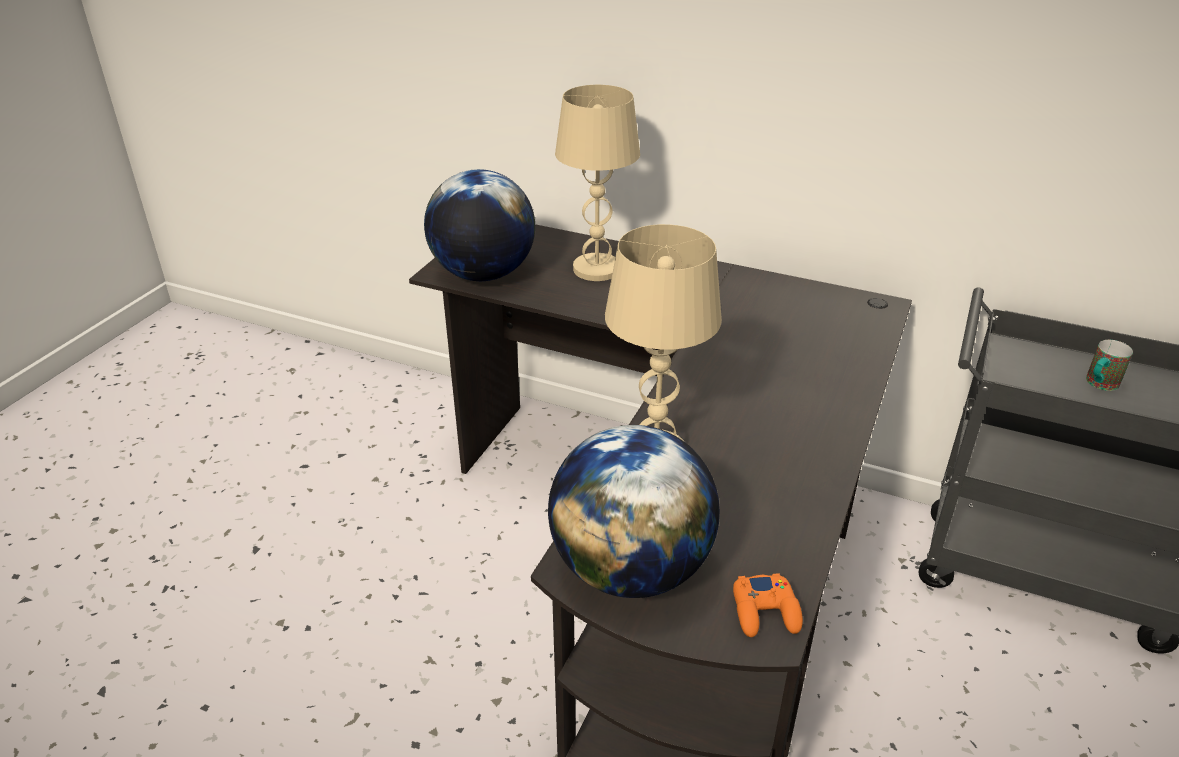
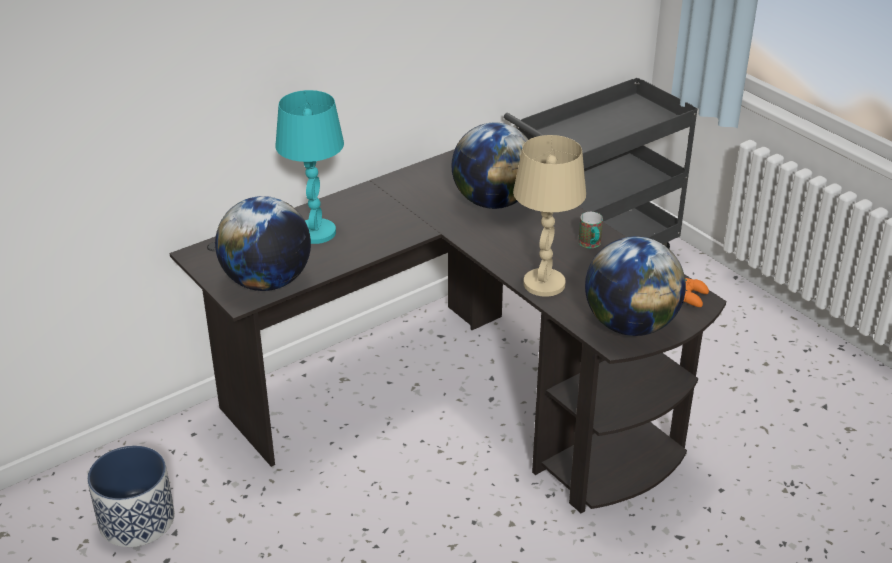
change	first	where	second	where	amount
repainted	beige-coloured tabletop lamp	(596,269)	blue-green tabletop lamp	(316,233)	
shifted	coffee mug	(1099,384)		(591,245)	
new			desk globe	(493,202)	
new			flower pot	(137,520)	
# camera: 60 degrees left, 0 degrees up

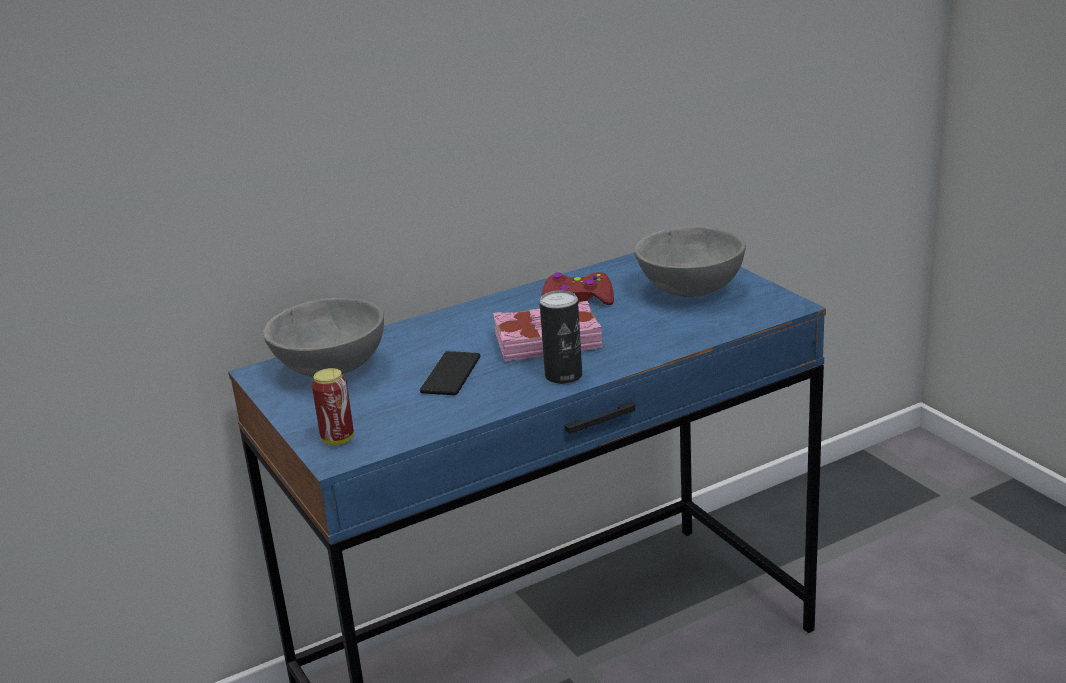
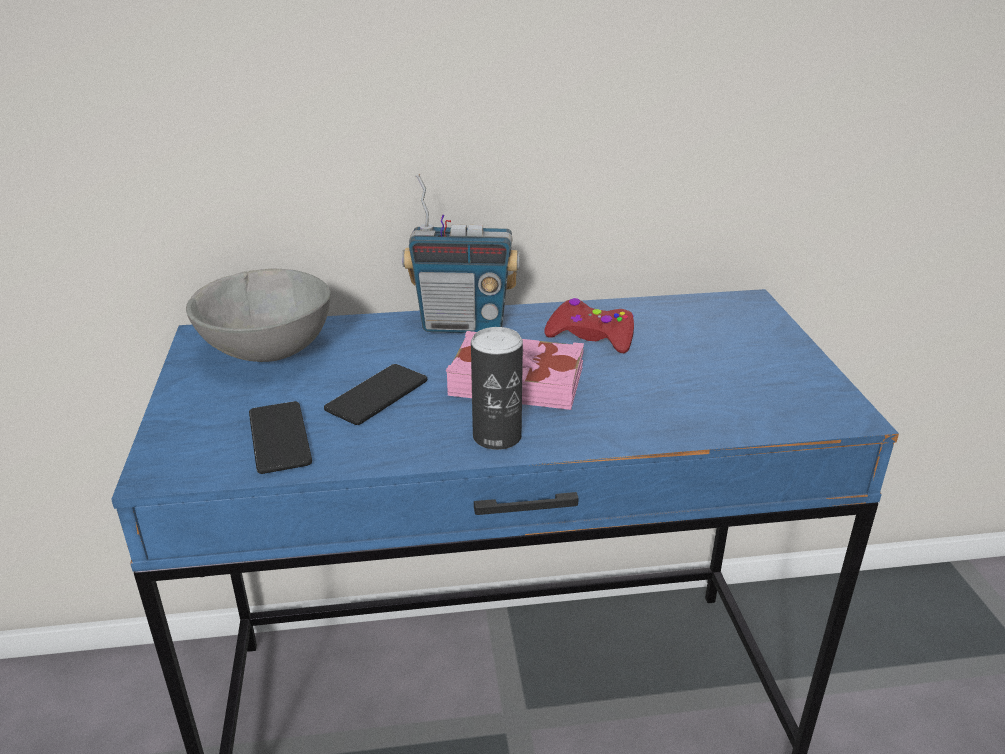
change	first	where	second	where	amount
gone	grey bowl	(689,292)			
gone	can	(338,439)			
new			radio set	(463,325)	
new			handset	(279,438)	
# camera: 20 degrees right, 5 degrees up

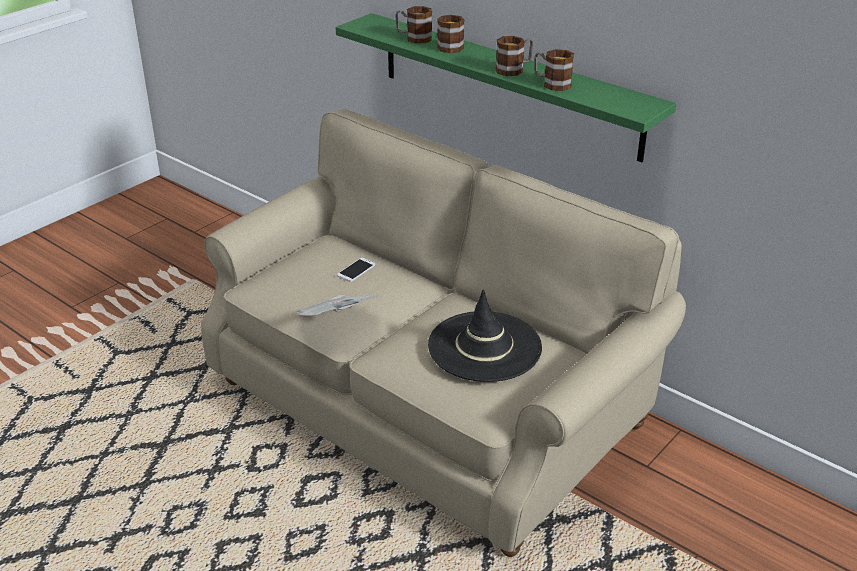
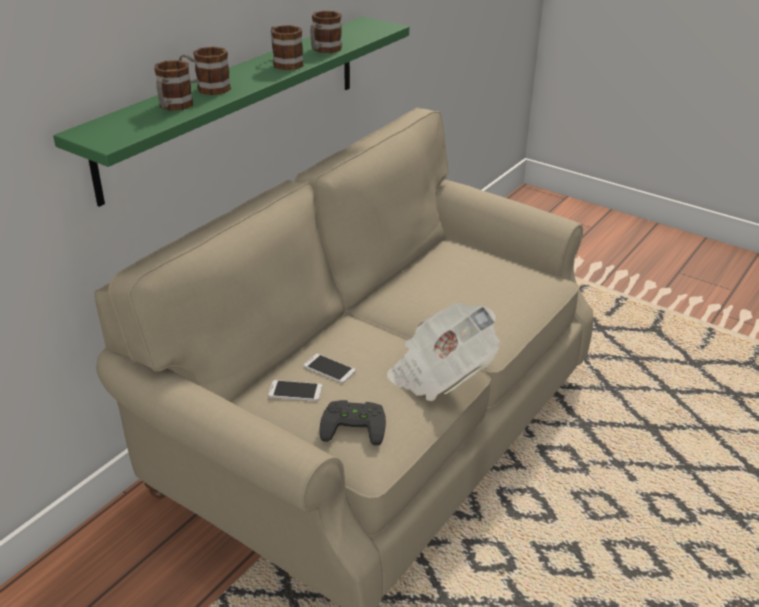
change	first	where	second	where	amount
gone	black-coloured wearable hat	(484,347)			
new			handset	(295,391)	
new			black-coloured game controller	(354,424)	
# camera: 95 degrees left, 0 degrees up

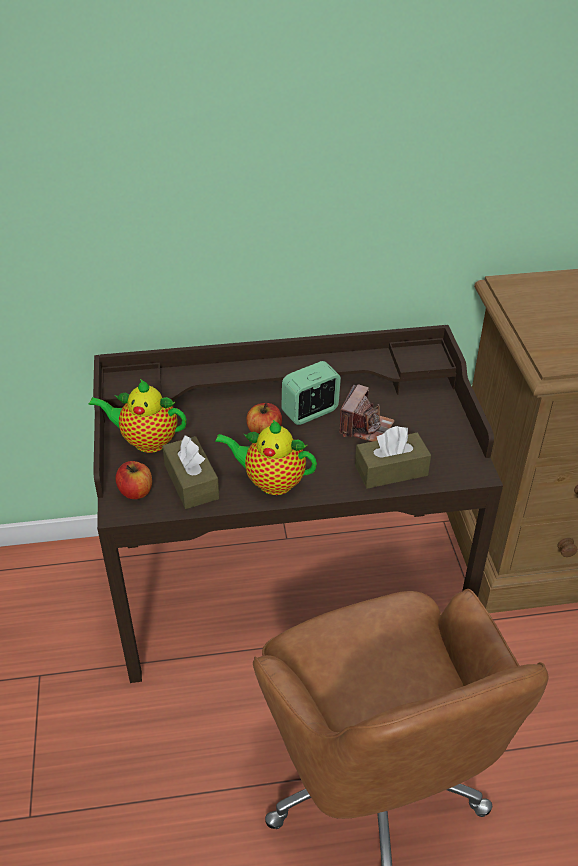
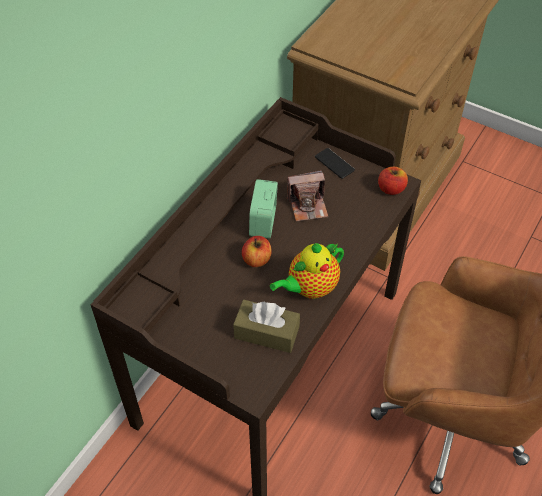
change	first	where	second	where	amount
gone	teapot	(146,441)			
rotated	still camera	(366,427)		(308,205)	105 degrees clockwise
gone	brown tissue holder	(391,470)			
shifted	apple	(136,491)		(391,189)	
new			handset	(334,163)	
# camera: 50 degrees left, 10 degrees up

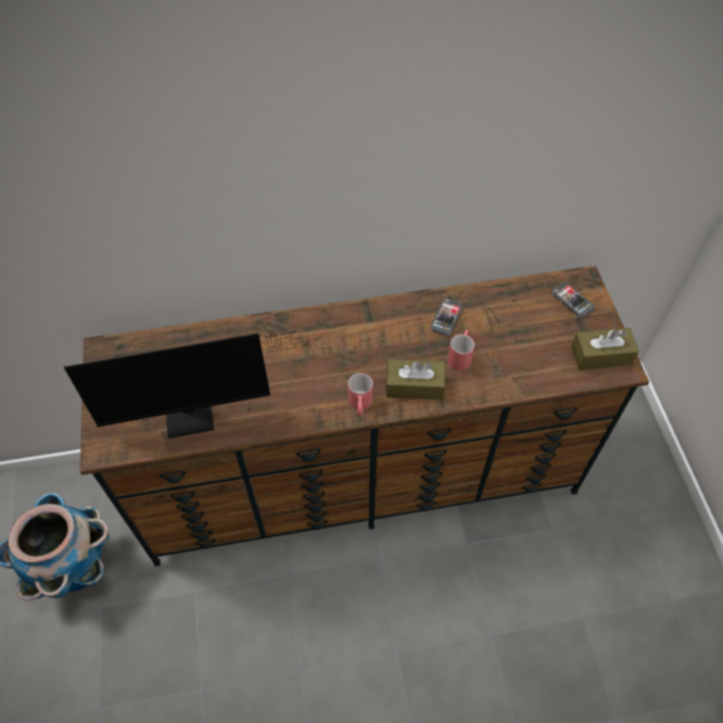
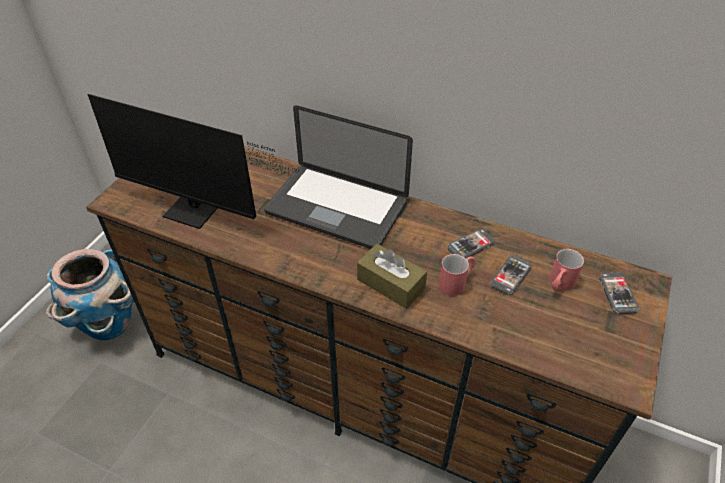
change	first	where	second	where	amount
gone	brown tissue holder	(601,355)			
shifted	red coffee mug	(360,405)		(559,285)	
new			portable computer	(336,208)	
new			handset	(510,276)	
# camera: 35 degrees right, 10 degrees down

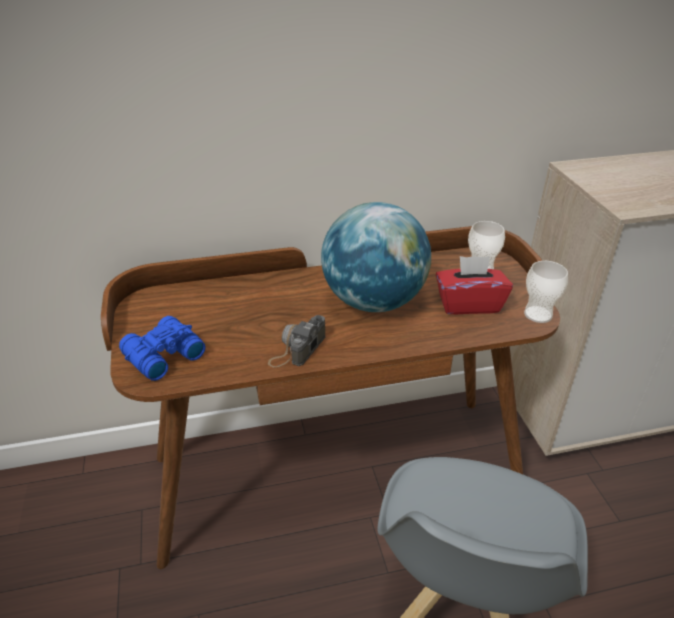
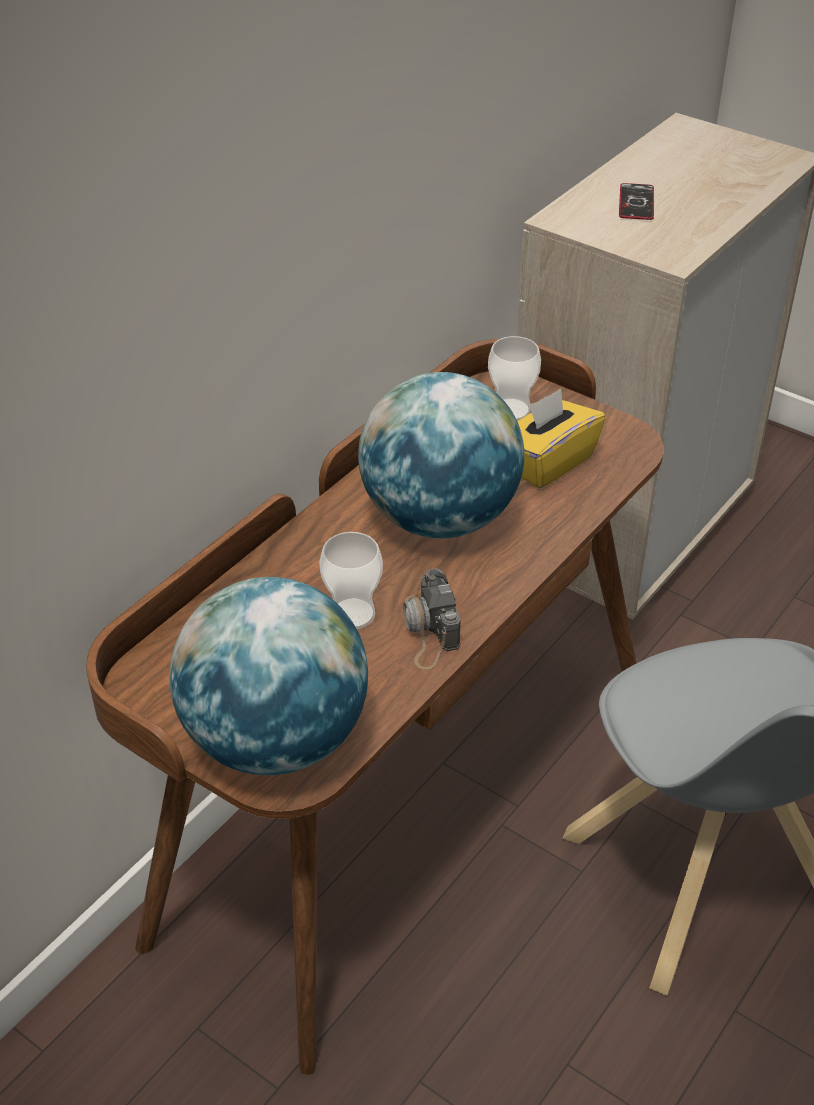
change	first	where	second	where	amount
repainted	red tissue holder	(468,304)	yellowish tissue holder	(547,462)	
shifted	small cup	(538,314)		(352,614)	
swapped	blue-coloured binoculars	(162,355)	desk globe	(275,739)	
new			handset	(636,203)	
# camera: 40 degrees left, 5 degrees up

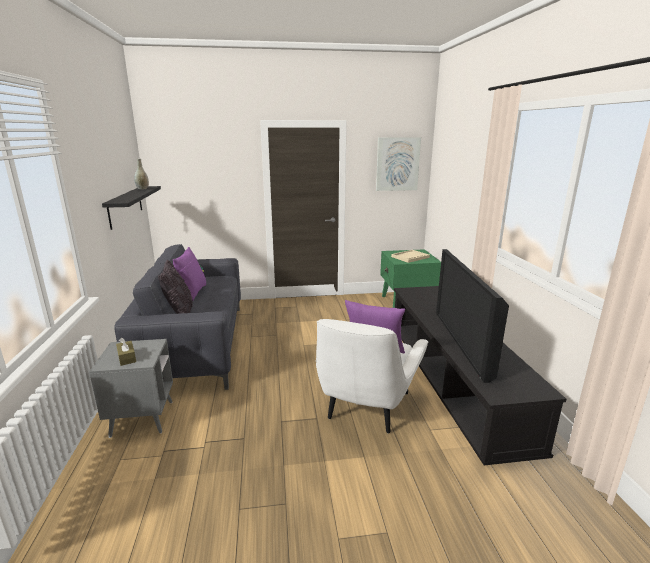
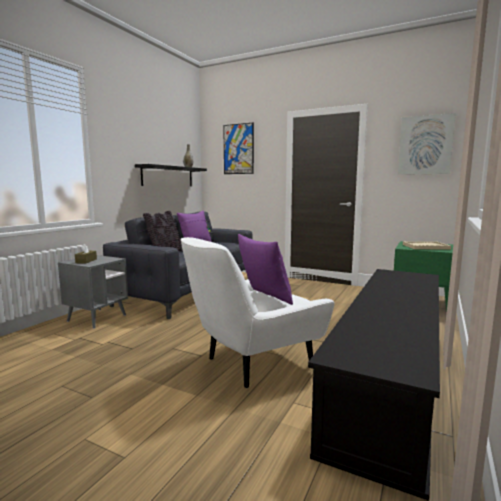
change	first	where	second	where	amount
gone	TV set	(464,342)			
new			wall picture	(238,149)	
# camera: 35 degrees right, 10 degrees down

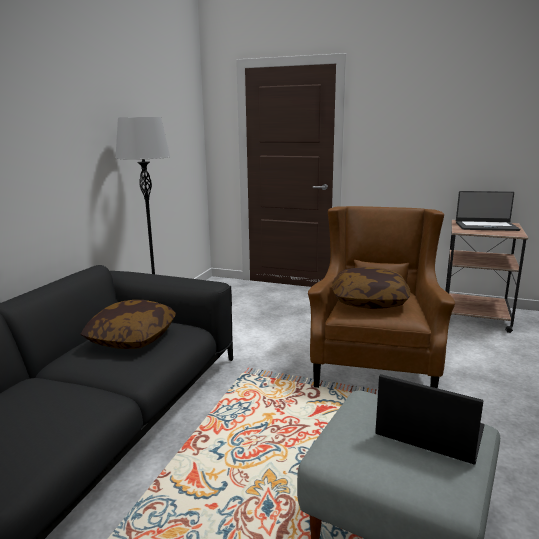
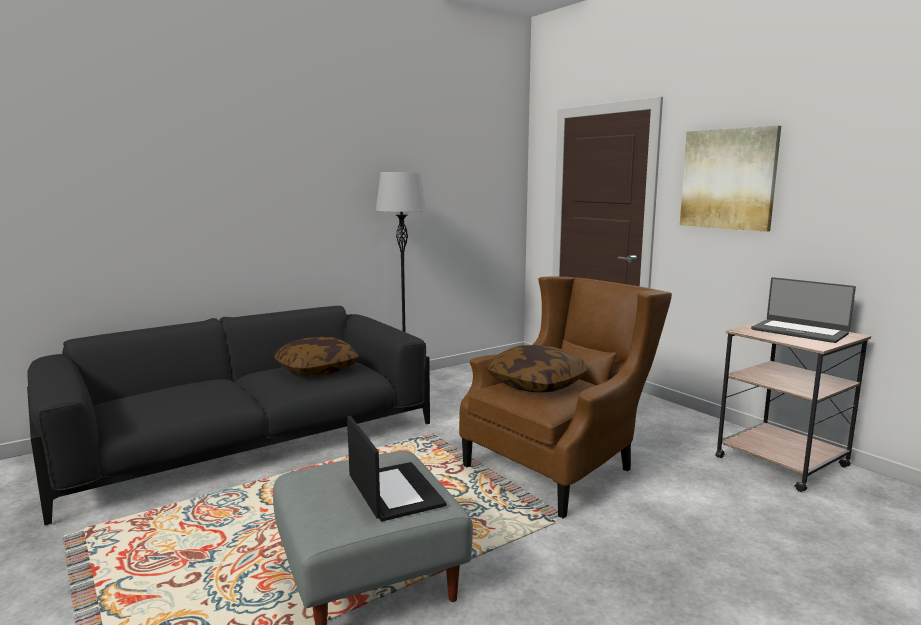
change	first	where	second	where	amount
new			wall picture	(728,179)	
# camera: 35 degrees right, 5 degrees down

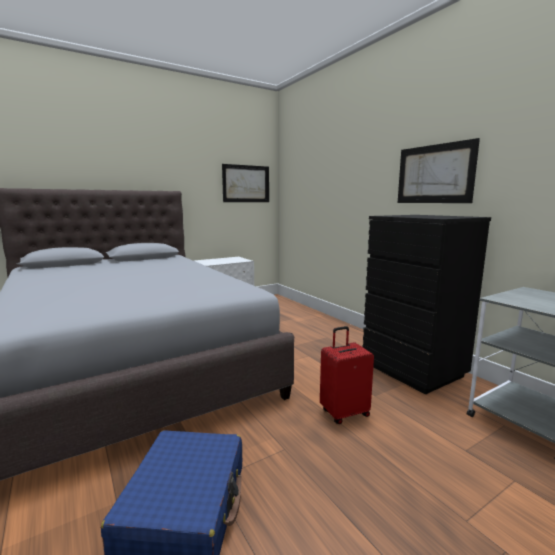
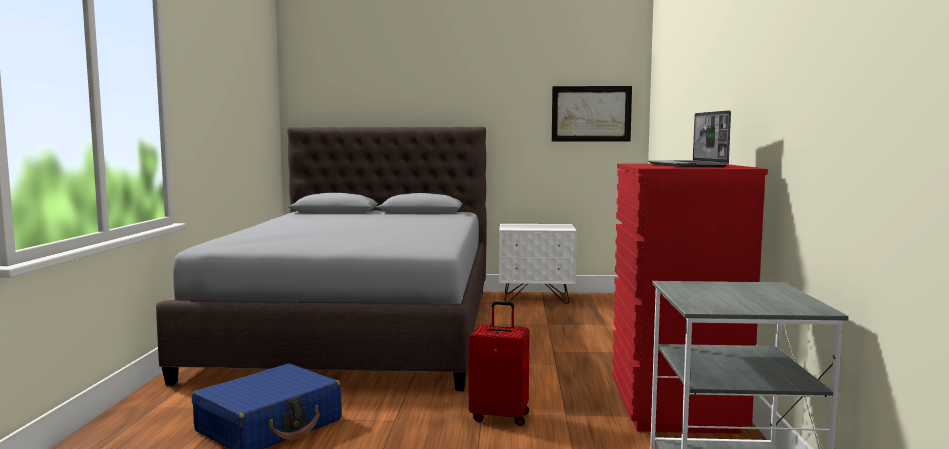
change	first	where	second	where	amount
gone	wall picture	(434,174)			
repainted	black-coloured chest of drawers	(414,370)	red chest of drawers	(677,409)	
new			portable computer	(688,165)	
# camera: 35 degrees right, 5 degrees down

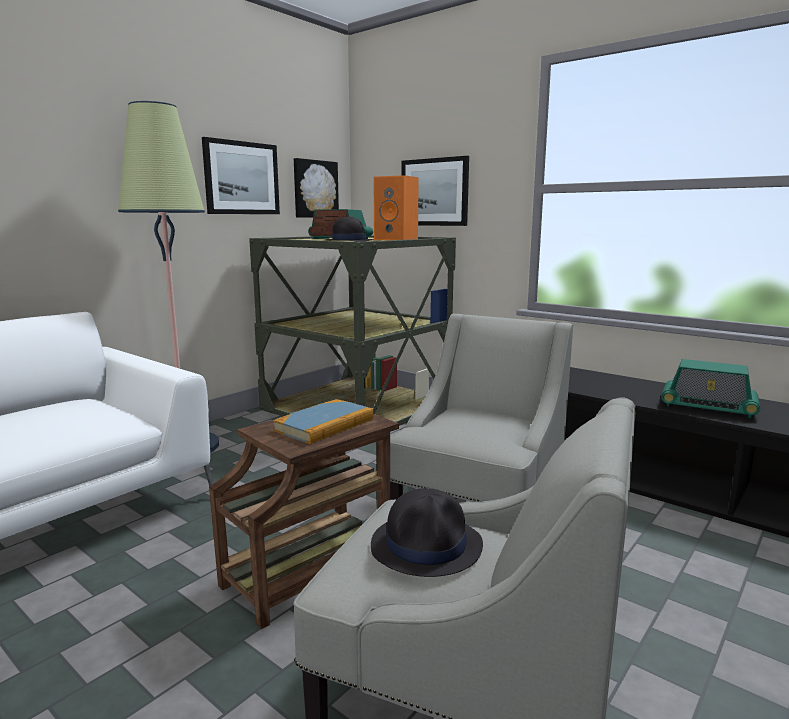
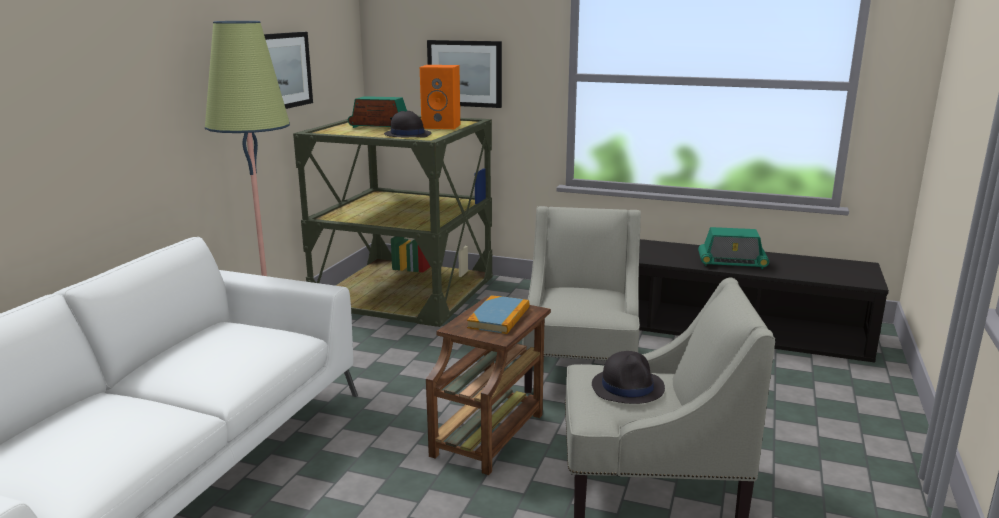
change	first	where	second	where	amount
gone	wall picture	(315,189)			
# camera: 20 degrees left, 5 degrees up

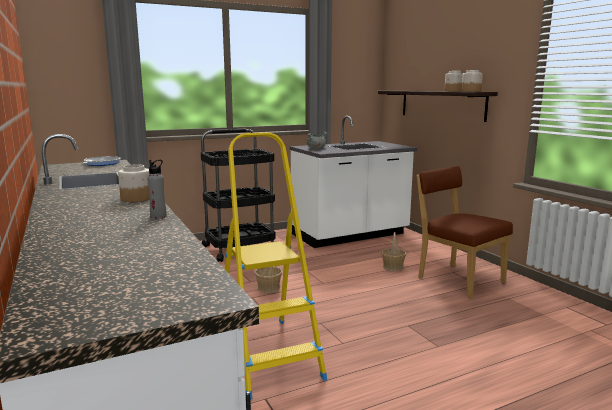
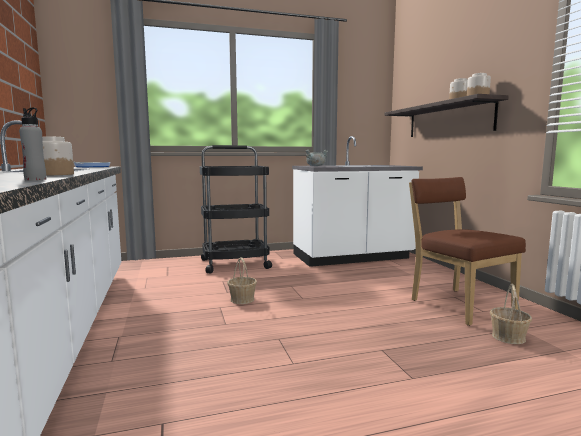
change	first	where	second	where	amount
gone	yellowish step stool	(268,355)			
shifted	household basket	(392,267)		(508,337)	
# camera: 10 degrees right, 5 degrees down

